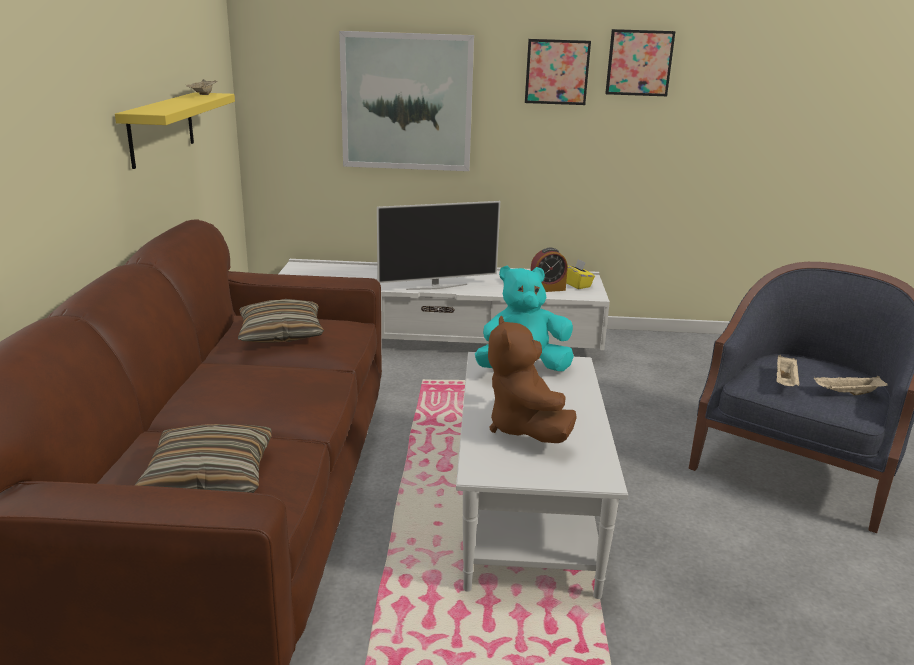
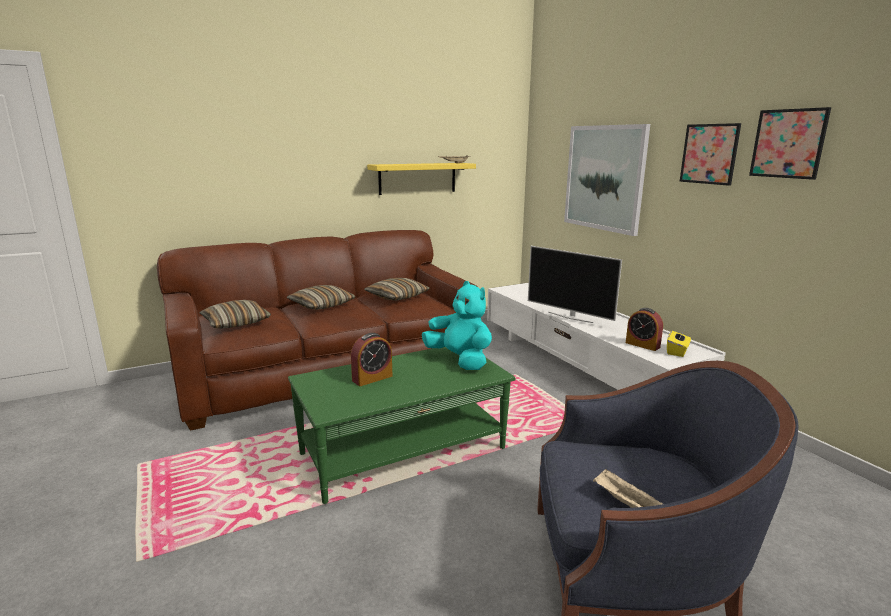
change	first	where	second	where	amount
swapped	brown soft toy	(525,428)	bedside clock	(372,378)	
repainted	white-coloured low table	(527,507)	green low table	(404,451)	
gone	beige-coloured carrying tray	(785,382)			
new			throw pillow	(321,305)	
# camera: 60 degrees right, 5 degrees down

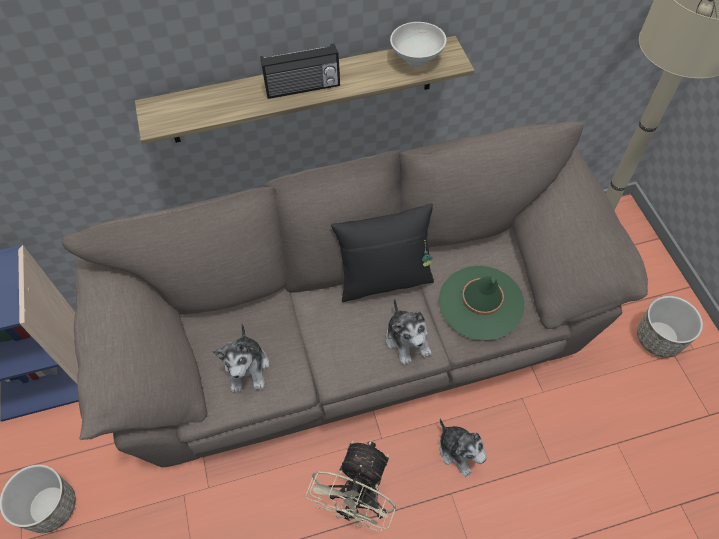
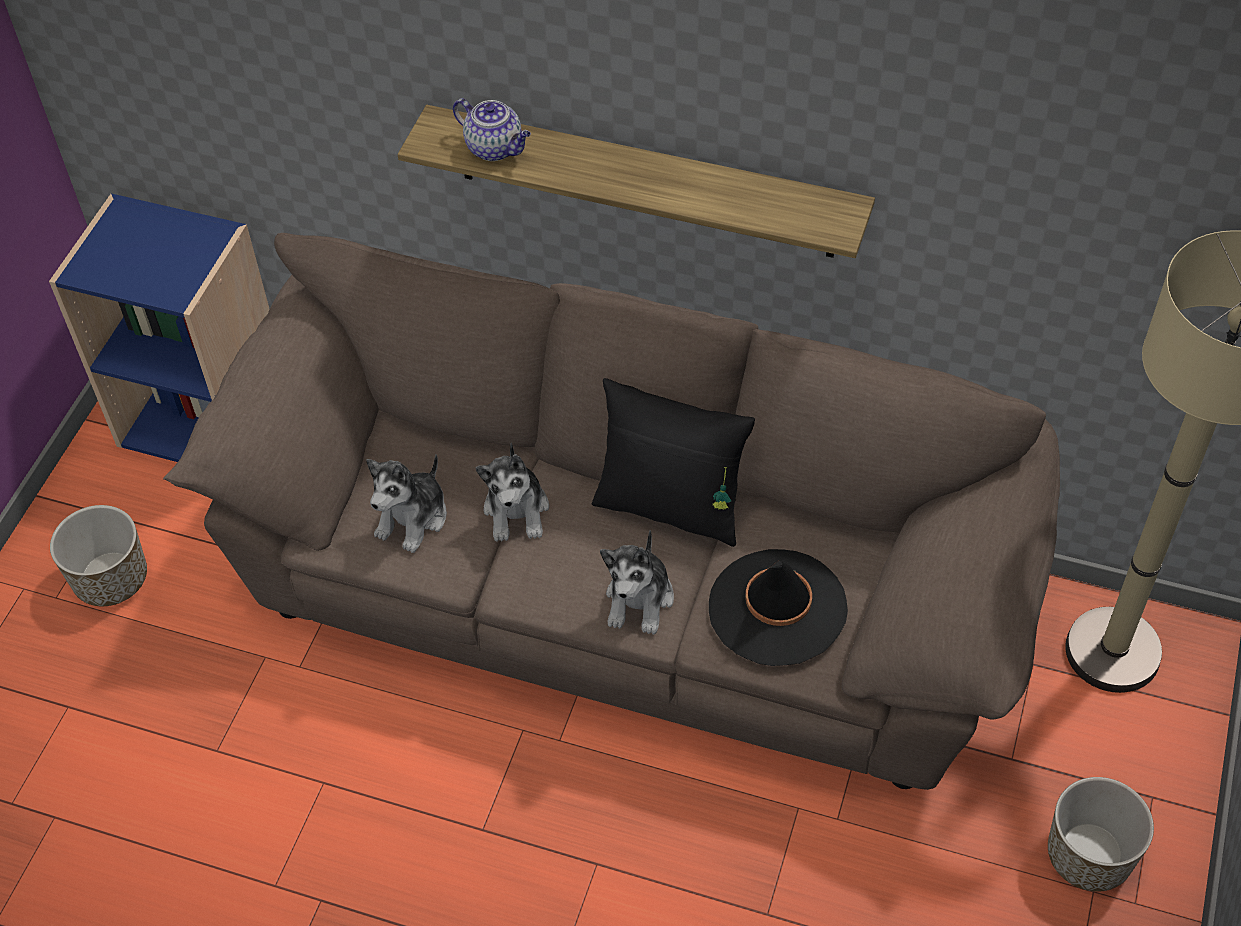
change	first	where	second	where	amount
gone	white-coloured bowl	(415,60)			
gone	radio set	(303,88)			
repainted	green wearable hat	(480,303)	black-coloured wearable hat	(777,608)	
shifted	soft toy	(460,451)		(517,510)	
gone	beige-coloured cooling fan	(357,502)			
new			teapot	(495,148)	
# camera: 35 degrees right, 5 degrees down

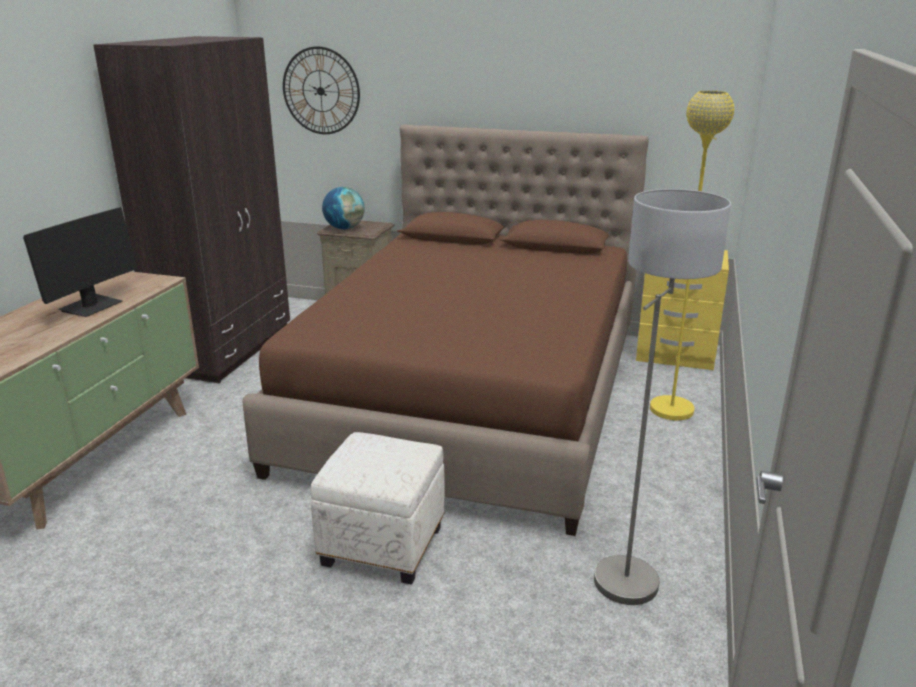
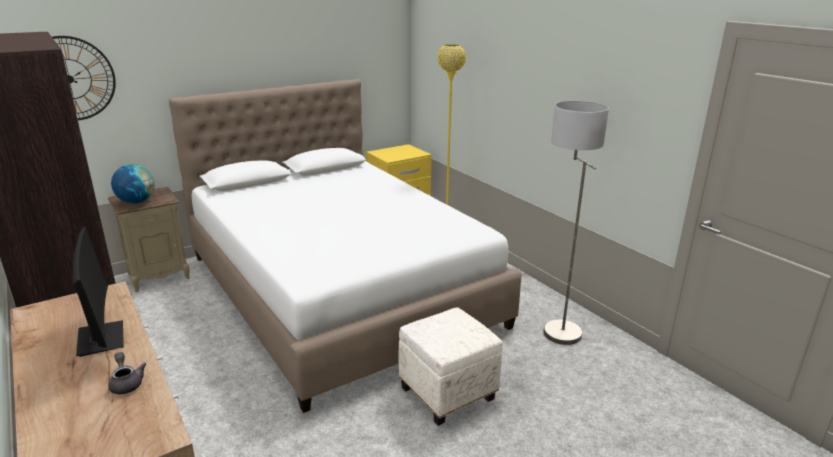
change	first	where	second	where	amount
repainted	brown bed	(473,395)	white-coloured bed	(339,289)	
new			grey teapot	(126,383)	
# camera: 50 degrees left, 0 degrees up

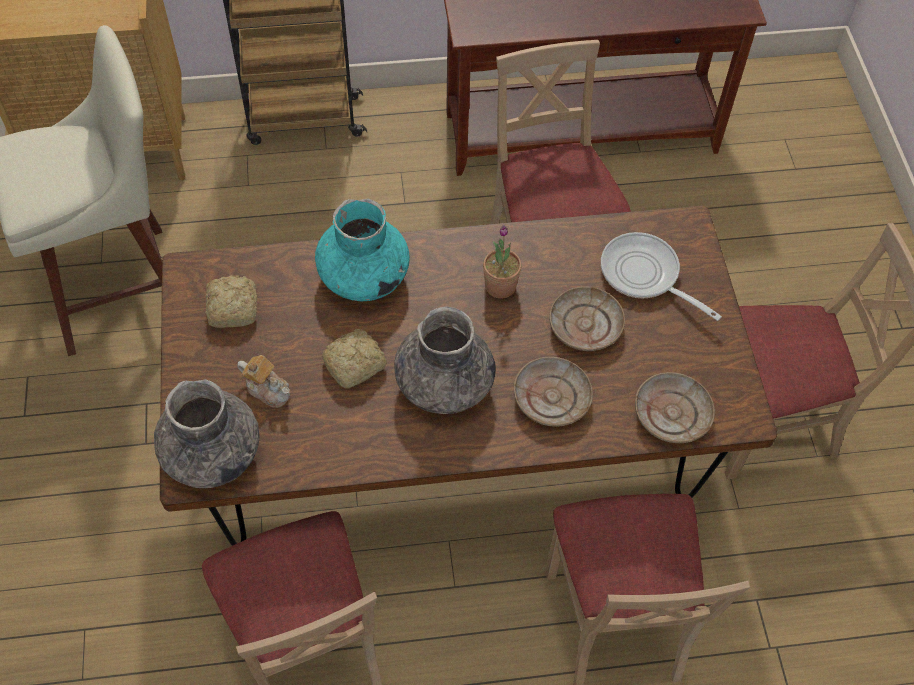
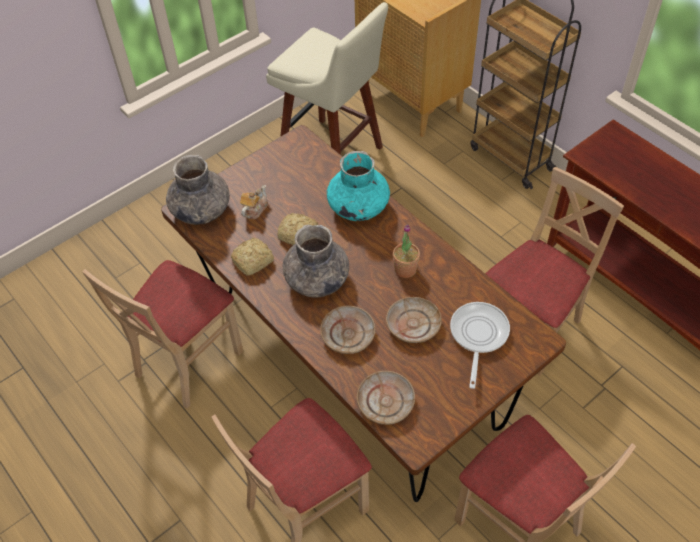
change	first	where	second	where	amount
shifted	bakery bread	(233,306)		(254,261)	
rotated	teapot	(268,389)		(254,209)	150 degrees counterclockwise
# camera: 60 degrees right, 5 degrees down

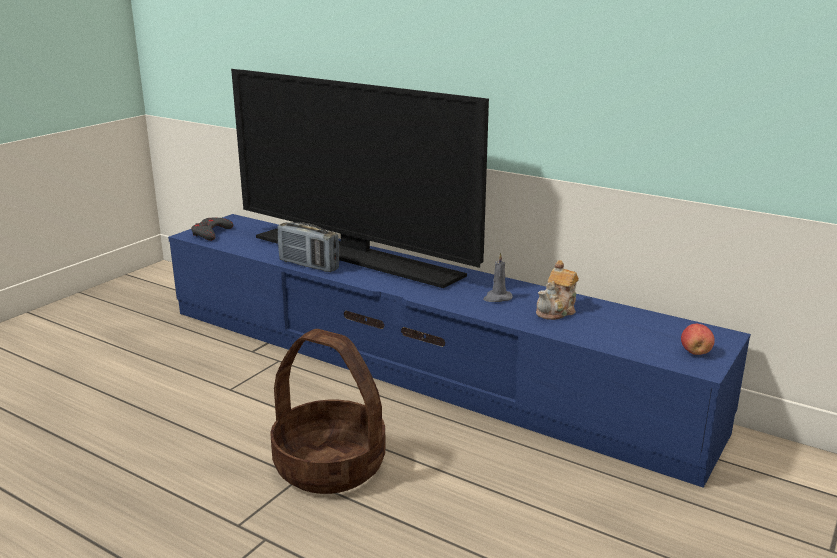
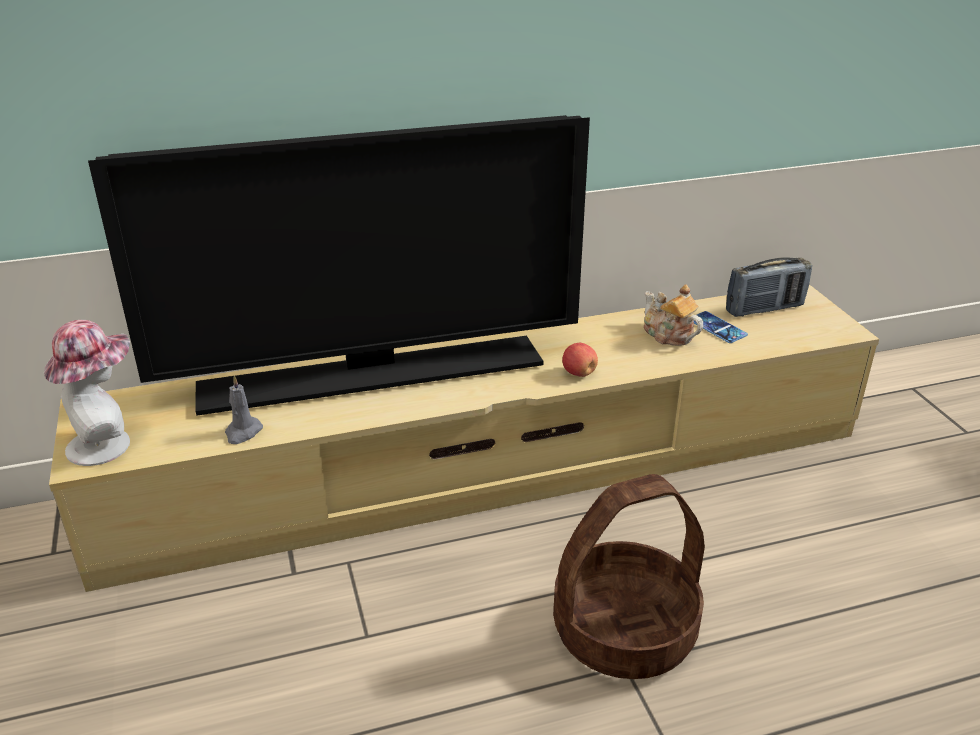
change	first	where	second	where	amount
repainted	blue-coloured tv unit	(418,364)	beige-coloured tv unit	(489,467)	
swapped	grey game controller	(211,233)	wearable hat	(107,443)	
shifted	radio set	(309,265)		(764,309)	
shifted	grey candle	(497,298)		(243,432)	
rotated	teapot	(557,311)		(668,335)	150 degrees clockwise
shifted	apple	(695,352)		(579,373)	
new			handset	(717,328)	
# camera: 50 degrees left, 10 degrees up

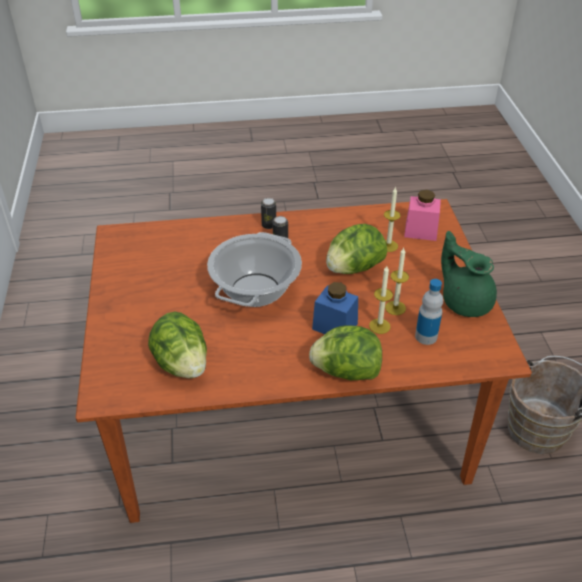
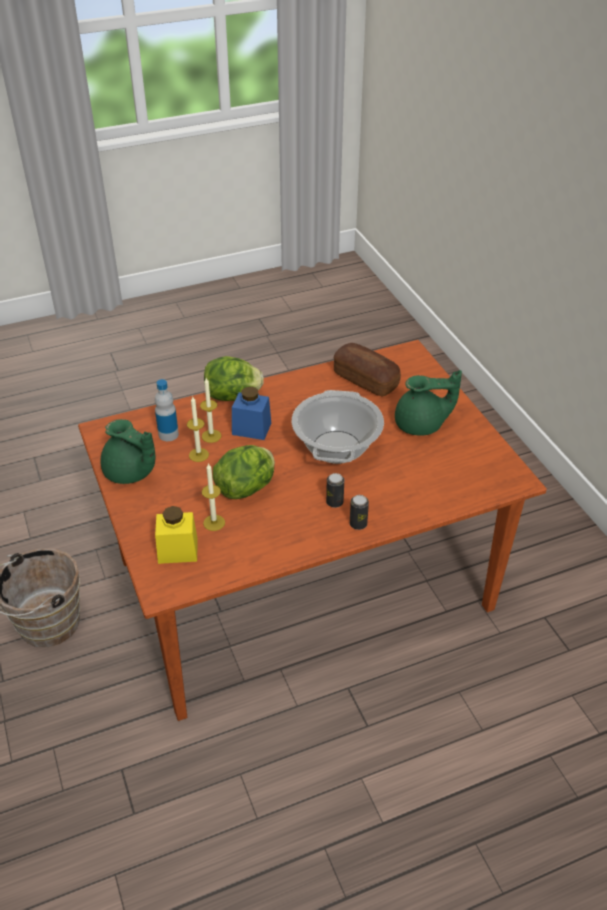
change	first	where	second	where	amount
repainted	pink storage jar	(420,231)	yellowish storage jar	(178,550)	
swapped	head of lettuce	(182,364)	bakery bread	(365,380)	
new			green teapot	(421,425)	
# camera: 165 degrees right, 0 degrees up

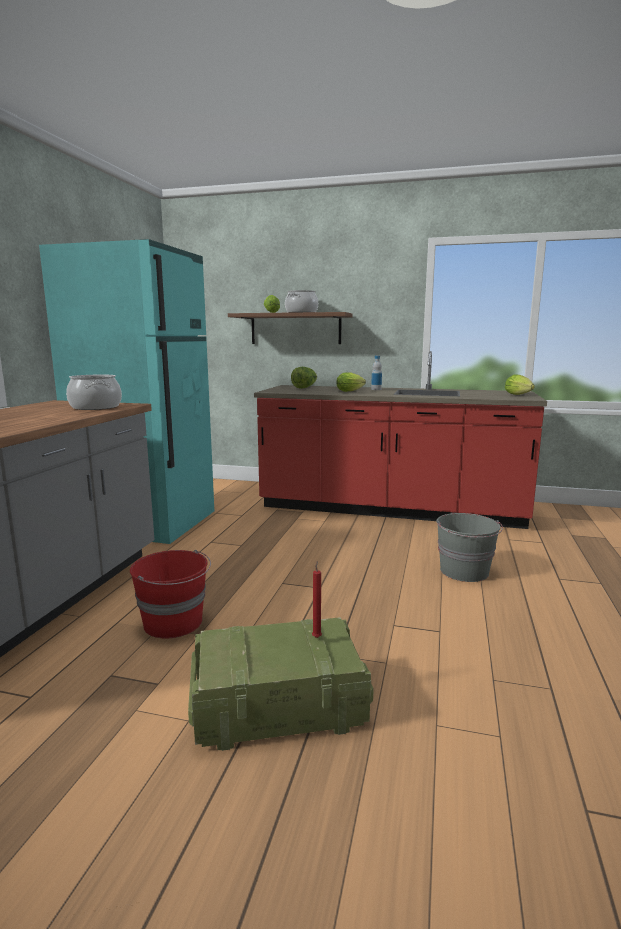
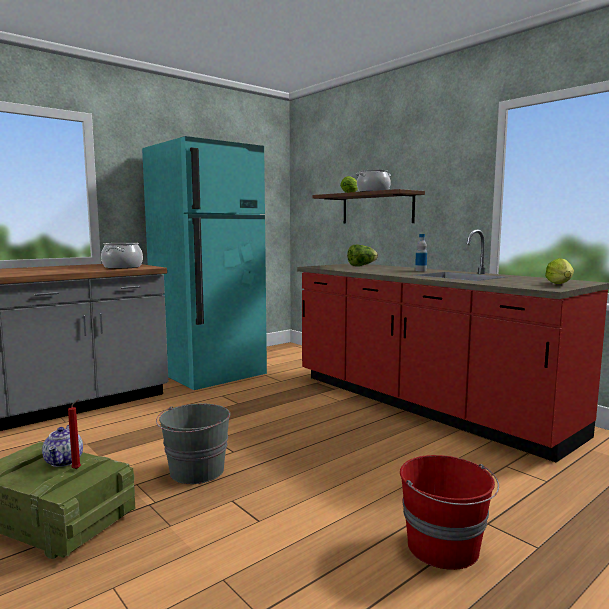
change	first	where	second	where	amount
gone	head of lettuce	(351,391)			
shifted	grey water bucket	(465,571)		(196,471)	
shifted	red water bucket	(174,622)		(444,547)	
new			teapot	(64,461)	
# camera: 35 degrees right, 5 degrees down

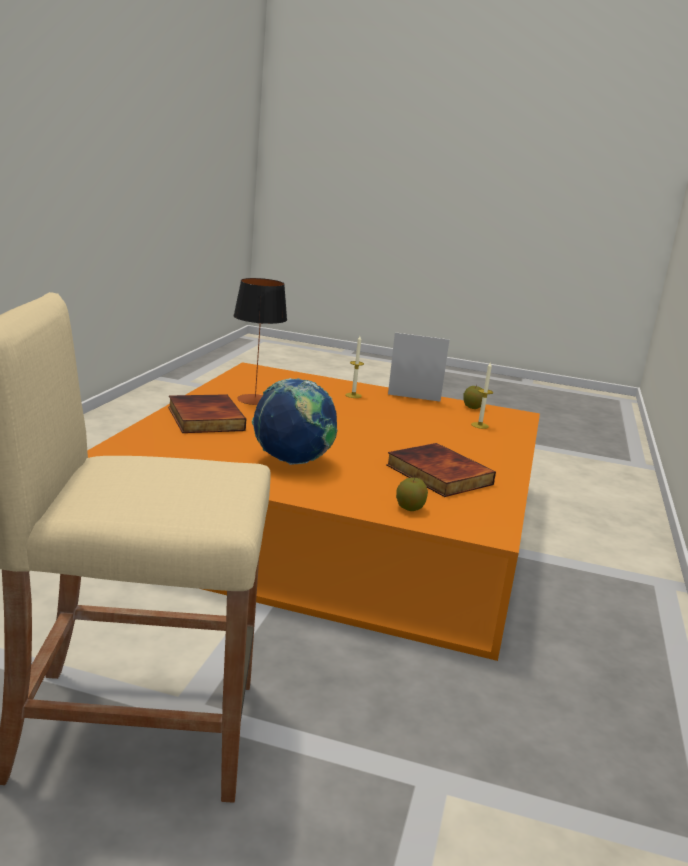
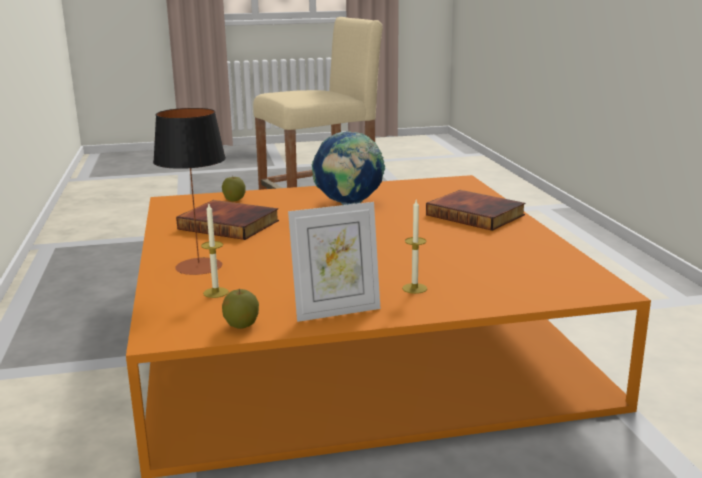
change	first	where	second	where	amount
shifted	tabletop lamp	(255,399)		(199,266)	
# camera: 155 degrees right, 0 degrees up

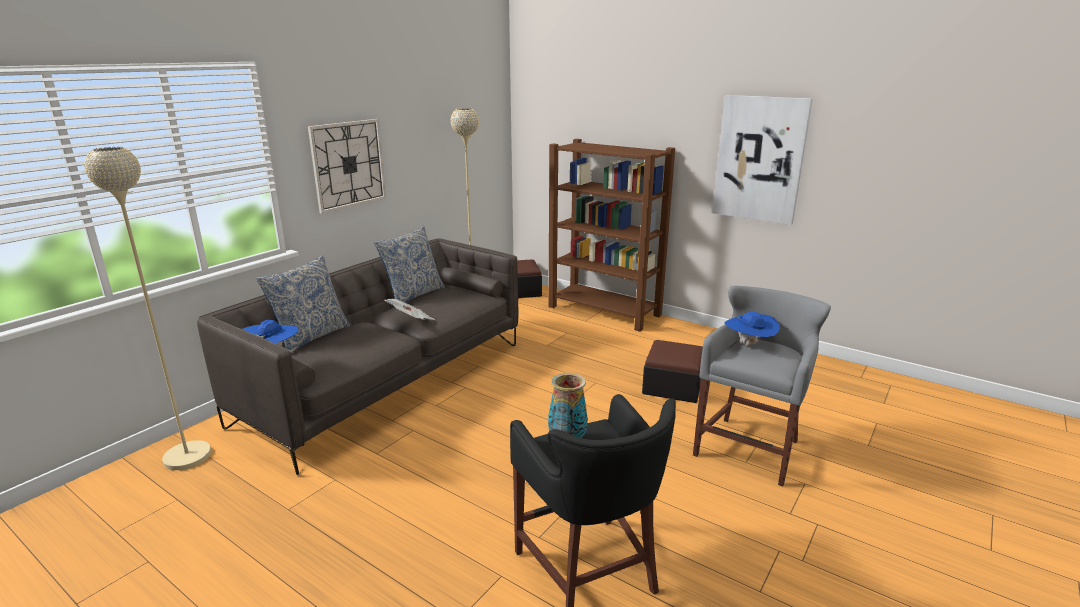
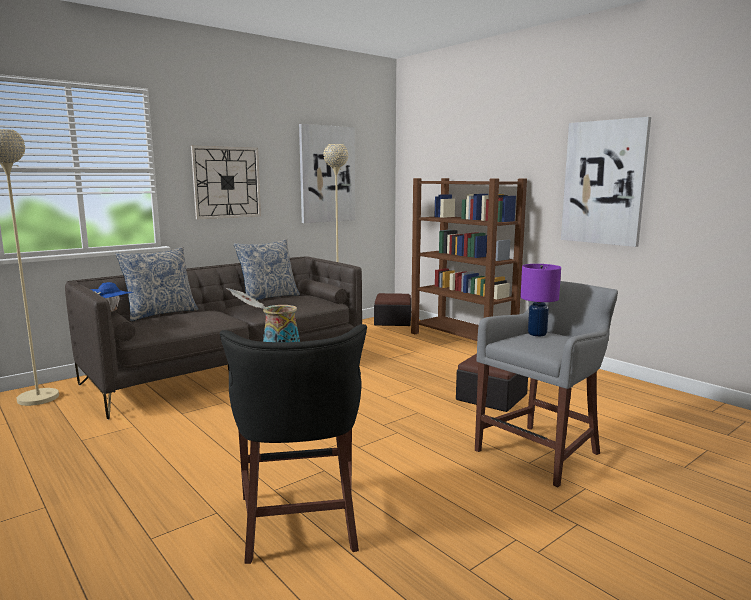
change	first	where	second	where	amount
swapped	blue-coloured wearable hat	(749,344)	purple tabletop lamp	(537,334)	
new			wall picture	(327,174)	
# camera: 15 degrees right, 10 degrees down

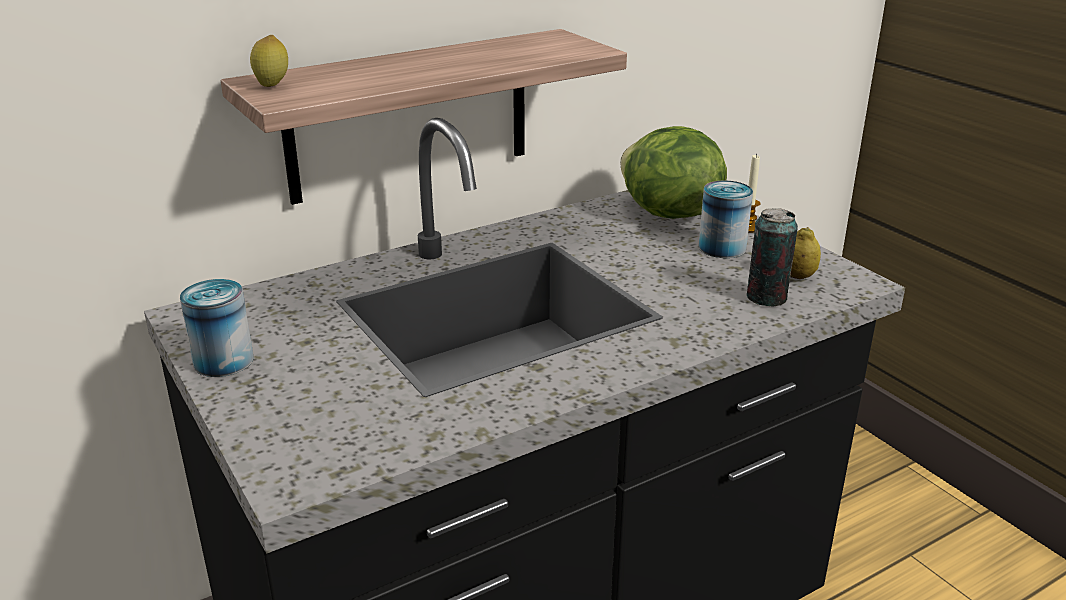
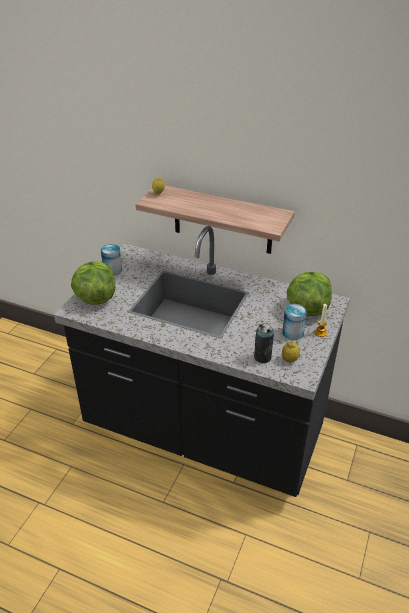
change	first	where	second	where	amount
new			head of lettuce	(96,298)	
# camera: 55 degrees right, 10 degrees up

